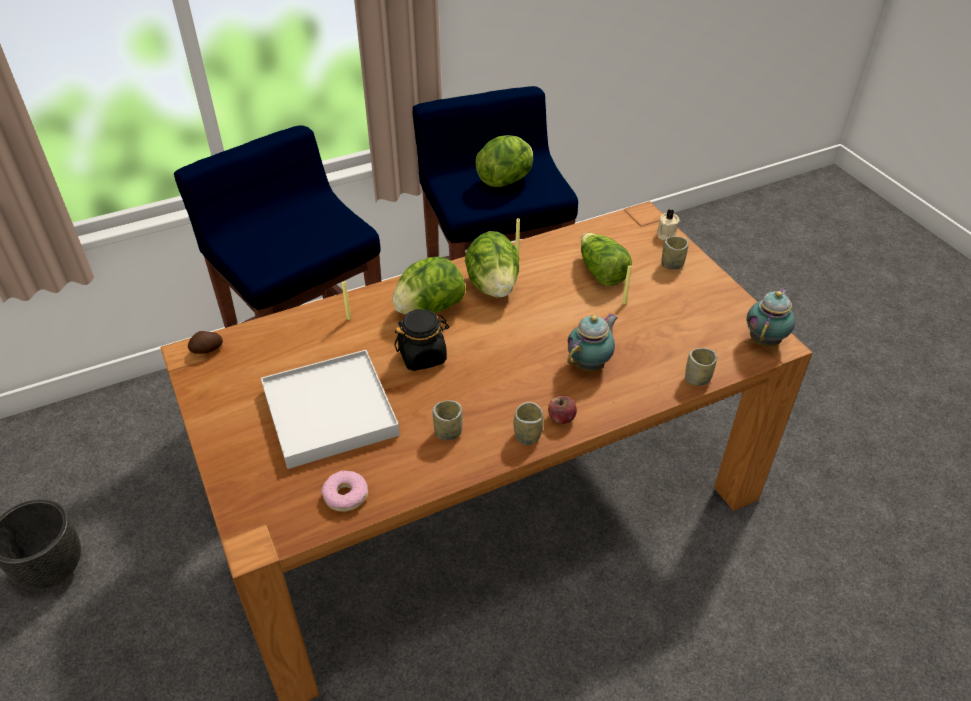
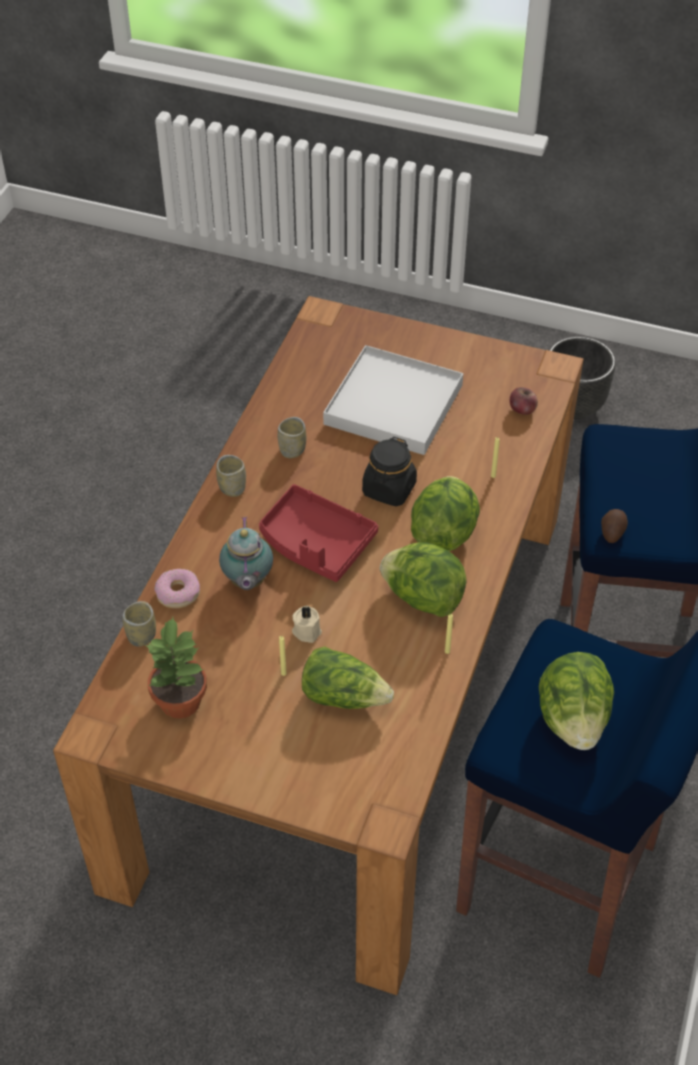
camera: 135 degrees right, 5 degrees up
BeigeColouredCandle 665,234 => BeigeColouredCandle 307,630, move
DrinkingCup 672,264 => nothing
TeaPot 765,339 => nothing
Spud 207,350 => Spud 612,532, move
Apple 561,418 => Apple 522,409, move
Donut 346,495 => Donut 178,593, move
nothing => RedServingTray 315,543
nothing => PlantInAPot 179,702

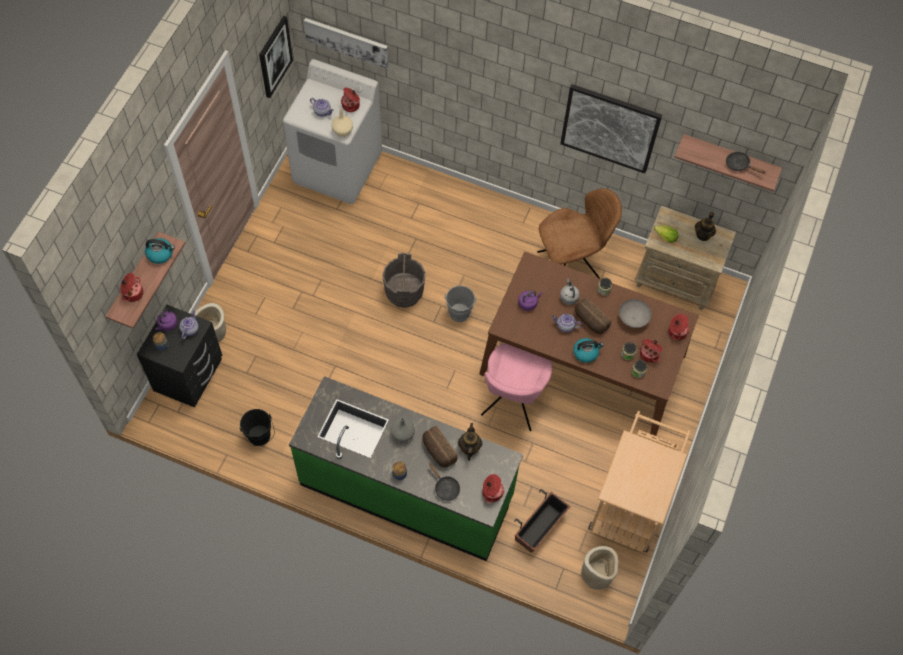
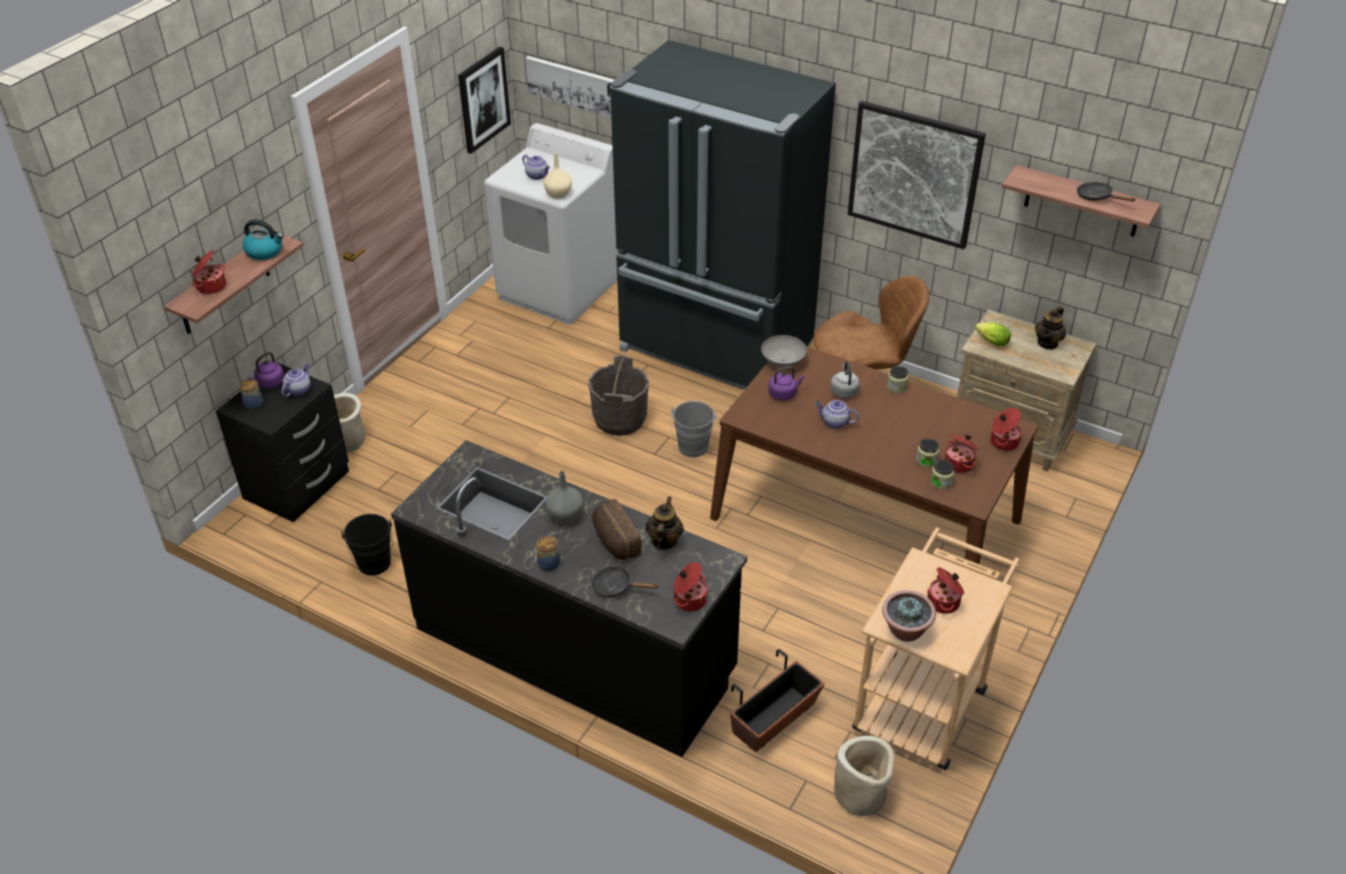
camera: 10 degrees right, 20 degrees down
CookingPot 351,105 => CookingPot 944,602, move
BakeryBread 590,321 => nothing
GreyishBowl 634,319 => GreyishBowl 783,362, move
WaterKettle 586,352 => nothing
PinkColouredPlainChair 512,403 => nothing
GreenishKitchenBaseUnit 407,490 => BlackishKitchenBaseUnit 575,650
BlackishPan 445,487 => BlackishPan 616,587, 135 degrees clockwise
nothing => BlackishKitchenFridge 715,349
nothing => PlantInAPot 905,631

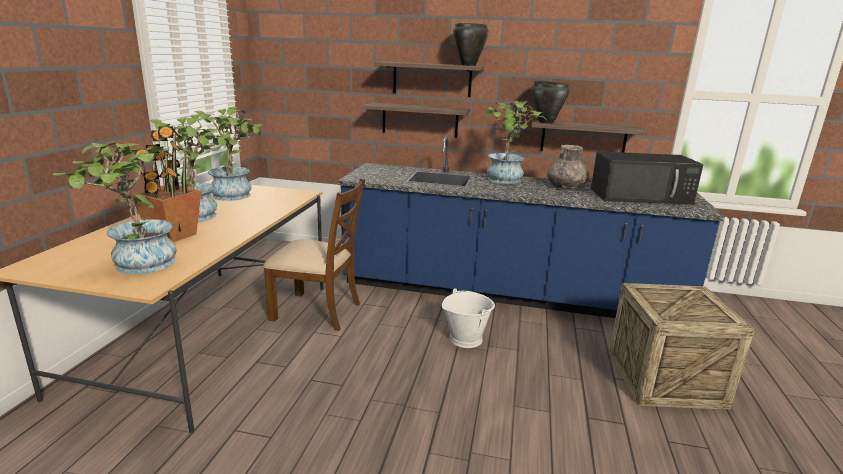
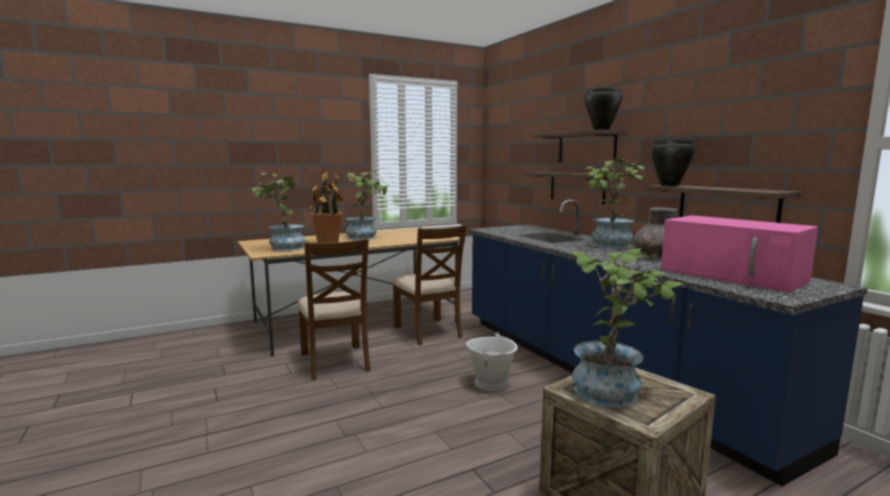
camera: 50 degrees right, 10 degrees down
PlantInAPot 236,194 => PlantInAPot 614,391, move
BlackishMicrowaveOven 641,196 => PinkColouredMicrowaveOven 734,275
nothing => BrownPlainChair 335,362

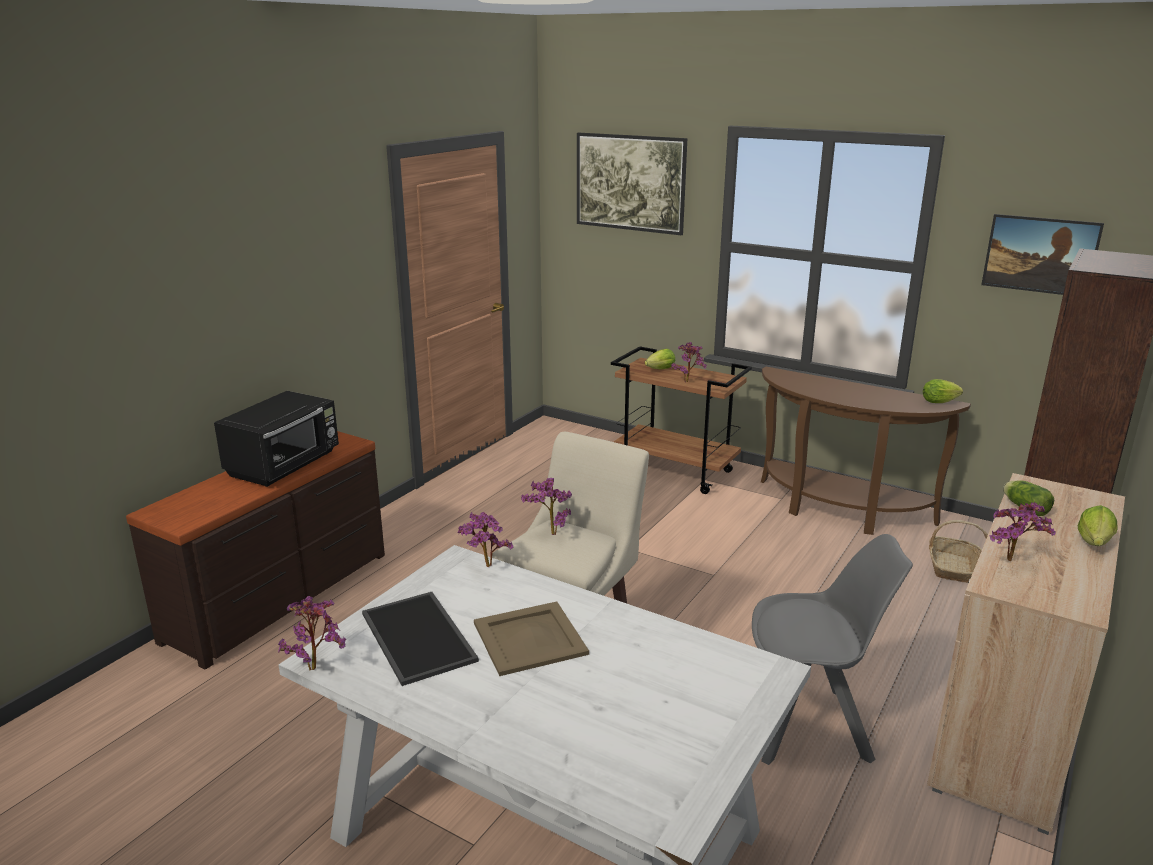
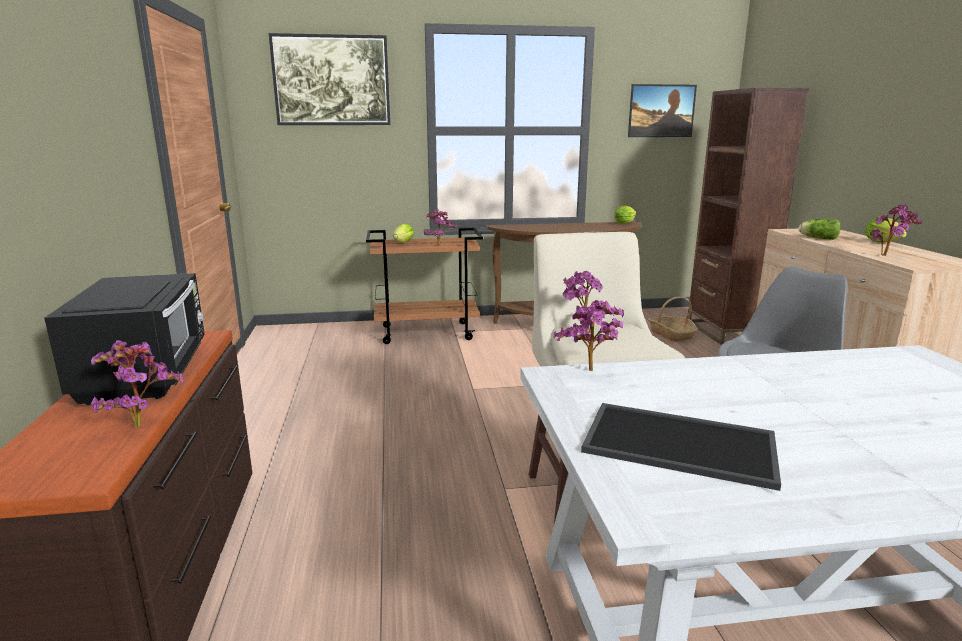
camera: 40 degrees left, 5 degrees down
PlantInAPot 317,666 => PlantInAPot 141,424, move
BeigeColouredServingTray 531,638 => nothing

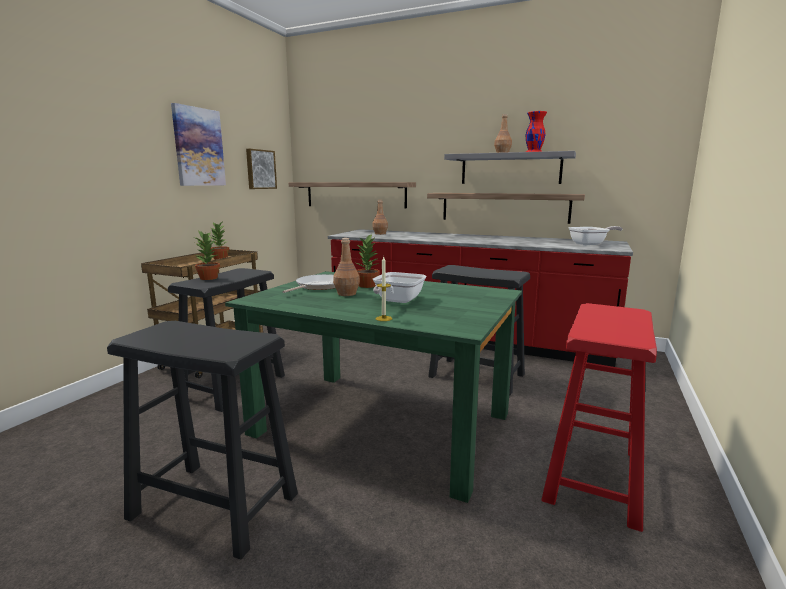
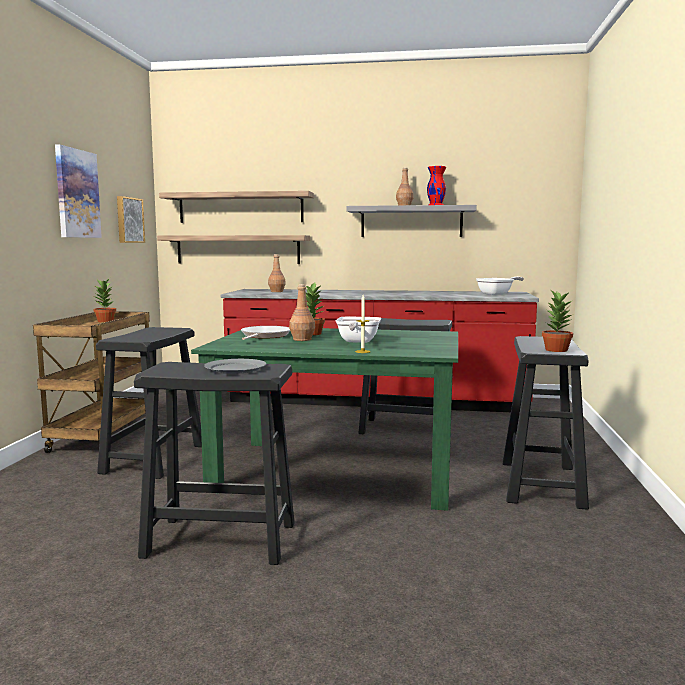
camera: 15 degrees left, 5 degrees down
Shelf 504,207 => Shelf 240,208, move
PlantInAPot 209,278 => PlantInAPot 555,350, move
RedStool 594,477 => BlackishStool 541,484
nothing => GreyishDinnerPlate 235,368

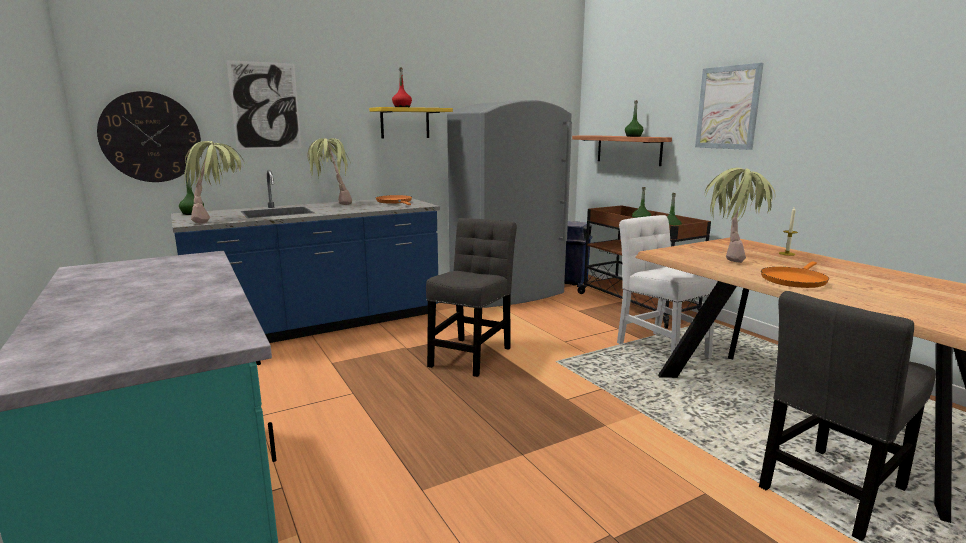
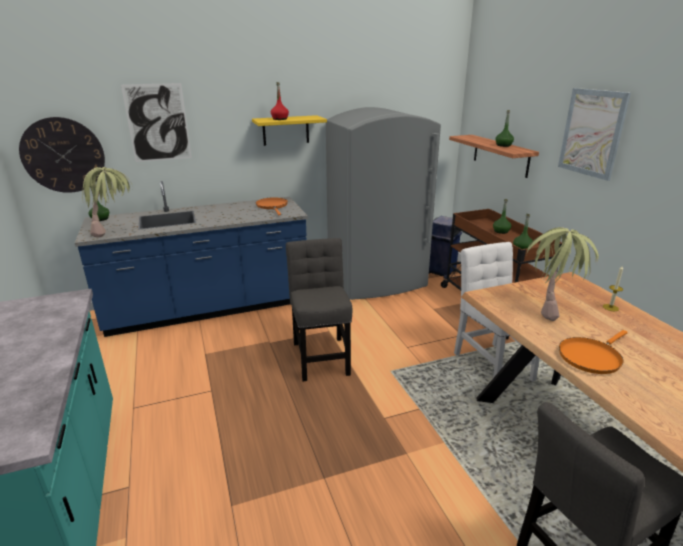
camera: 10 degrees right, 10 degrees up
PlantInAPot 331,204 => nothing
GreyishPlainChair 472,354 => GreyishPlainChair 321,355, 45 degrees counterclockwise

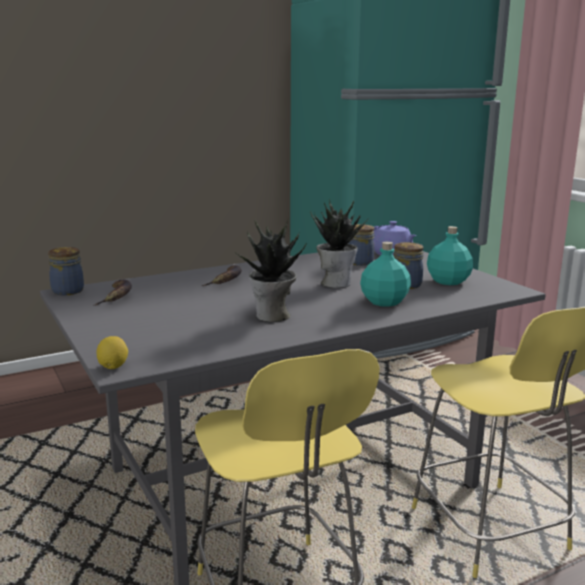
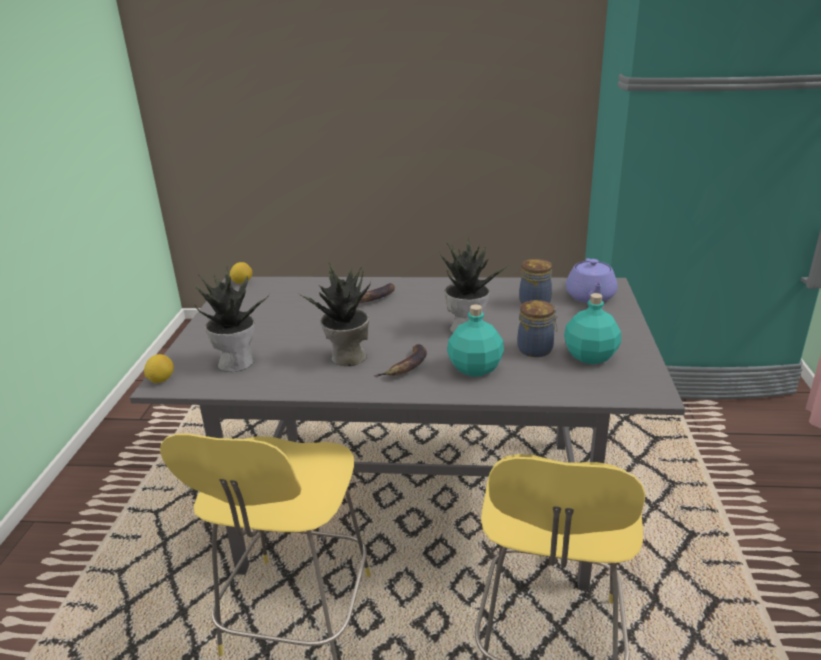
camera: 35 degrees right, 10 degrees up
PreserveJar 69,291 => WholeLemon 242,282
WholeBanana 116,296 => WholeBanana 406,366, move
nothing => PlantInAPot 237,362

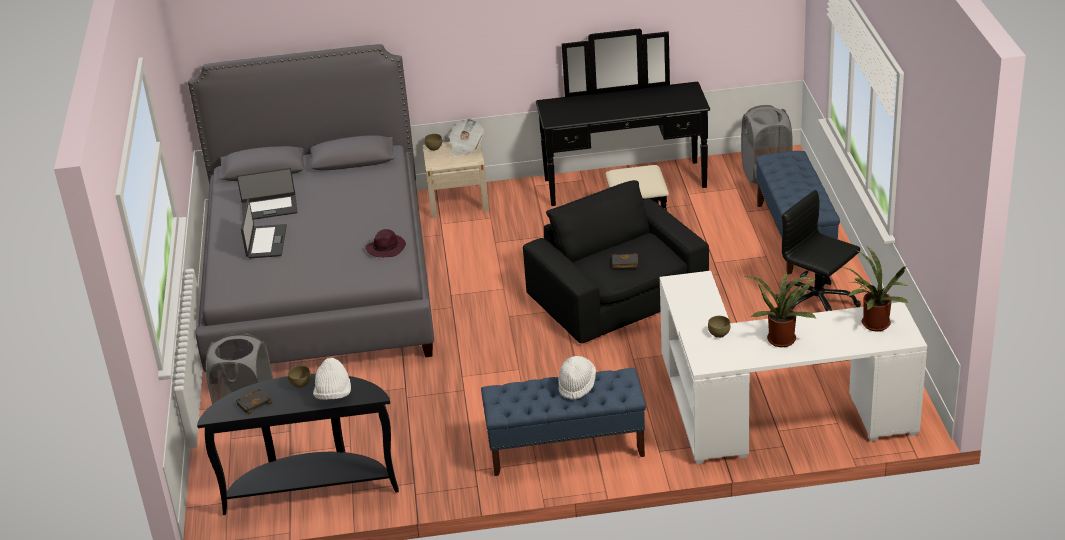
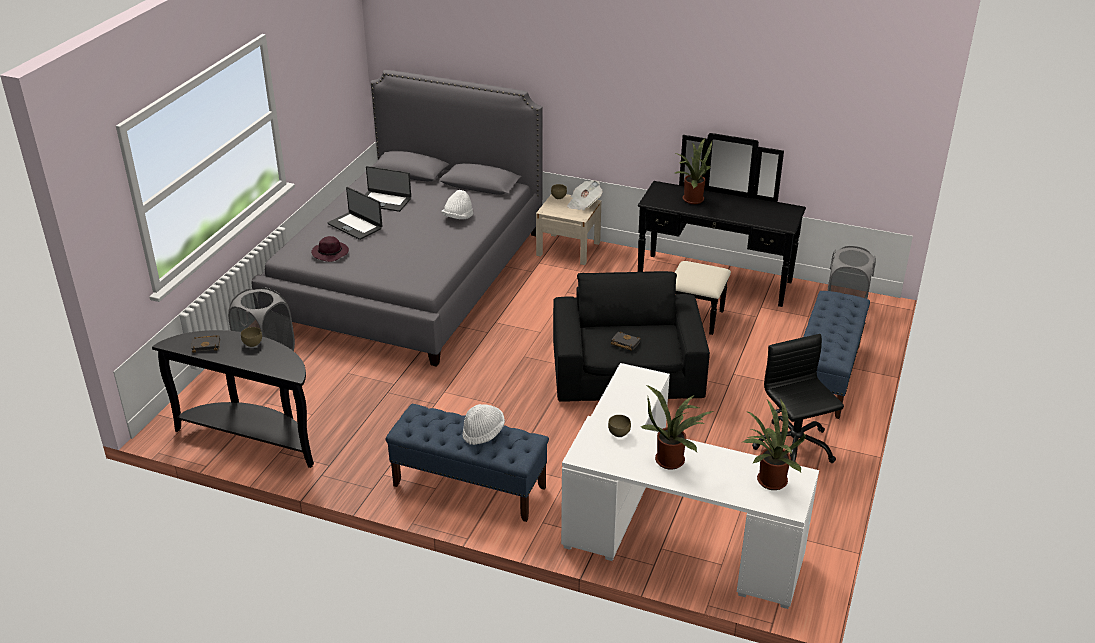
camera: 25 degrees right, 0 degrees up
NotebookComputer 266,242 => NotebookComputer 355,226, 105 degrees clockwise
PurpleHat 386,248 => PurpleHat 331,253, move
WhiteHat 333,395 => WhiteHat 458,218, move
nothing => PlantInAPot 691,199

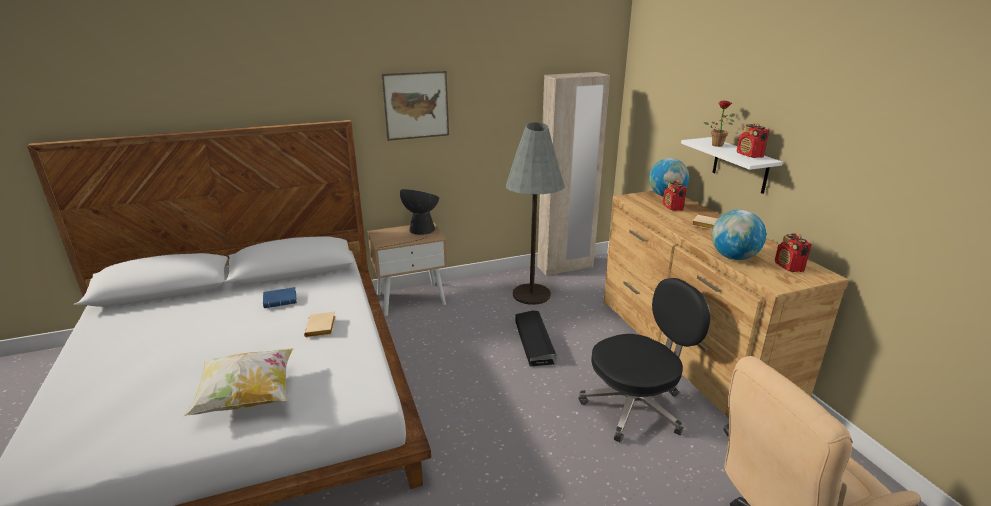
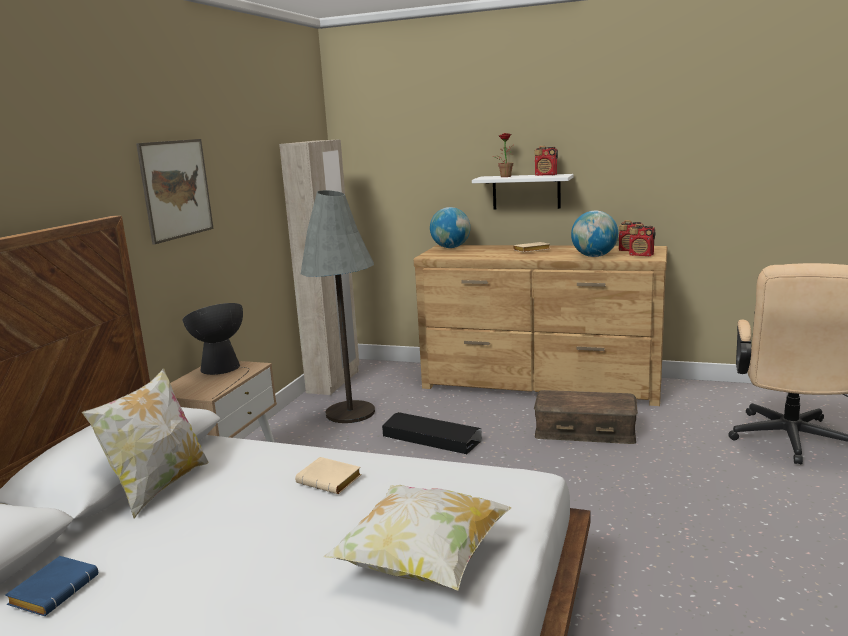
camera: 50 degrees left, 10 degrees down
RadioReceiver 672,208 => RadioReceiver 641,255, move
BlackishDeskChair 635,407 => BrownStorageBin 585,430
BlueColouredVolume 281,300 => BlueColouredVolume 54,590, move
nothing => Cushion 158,487

